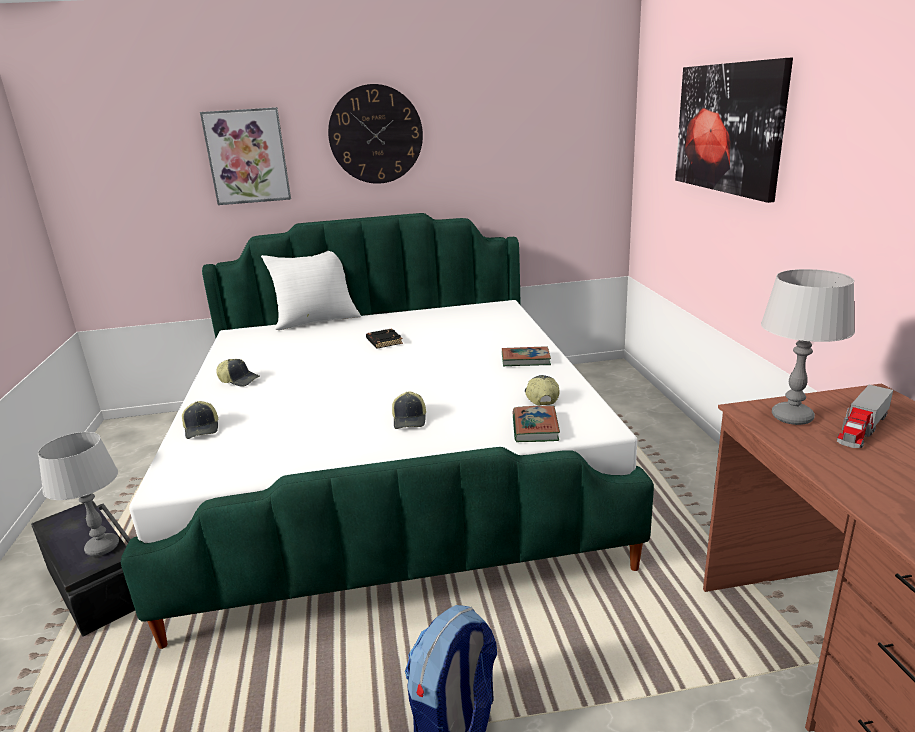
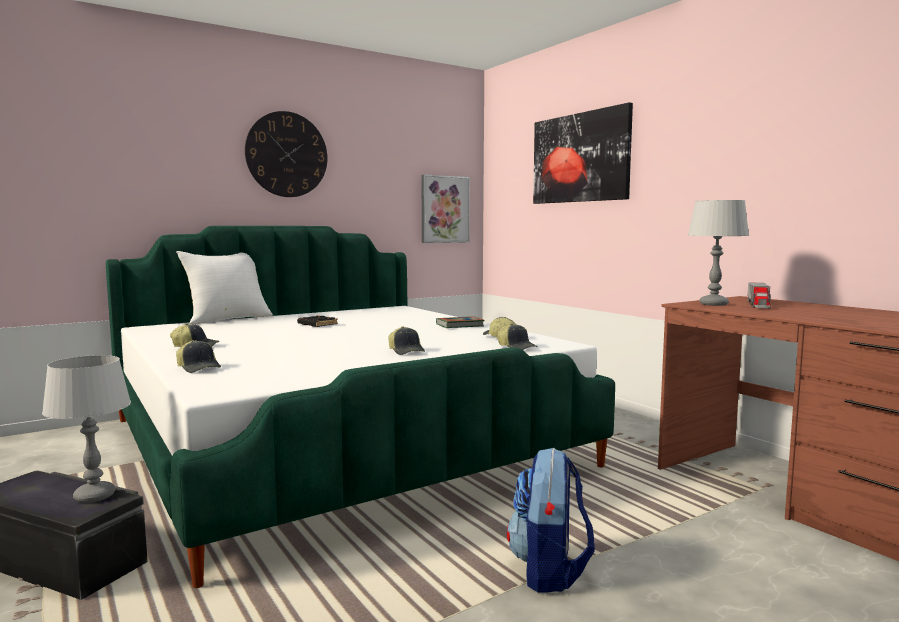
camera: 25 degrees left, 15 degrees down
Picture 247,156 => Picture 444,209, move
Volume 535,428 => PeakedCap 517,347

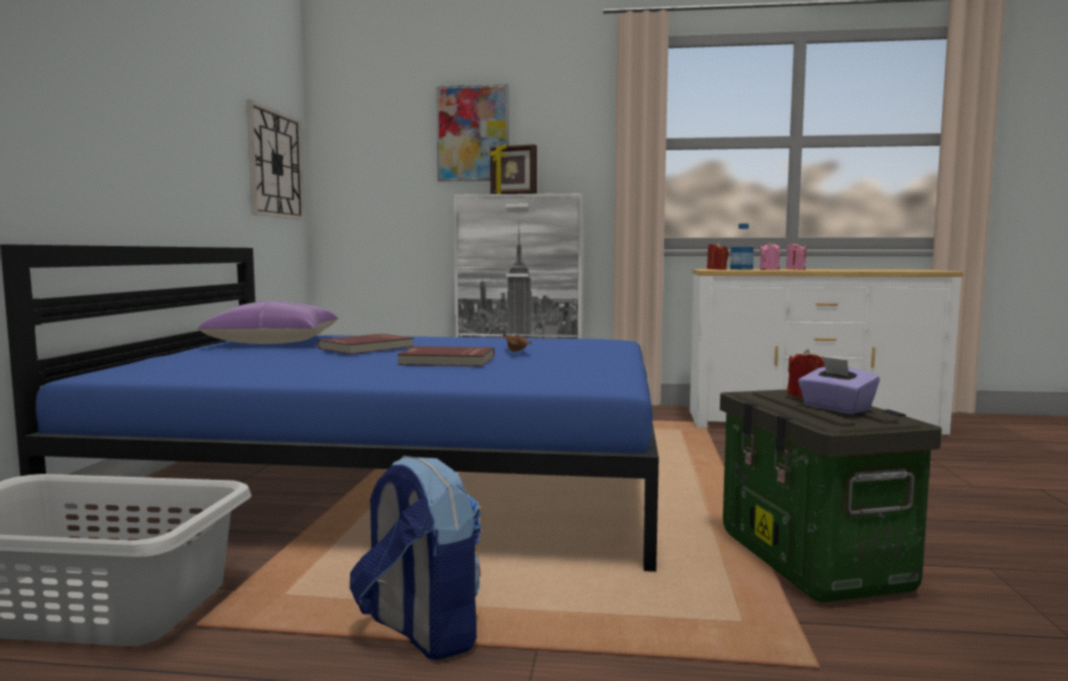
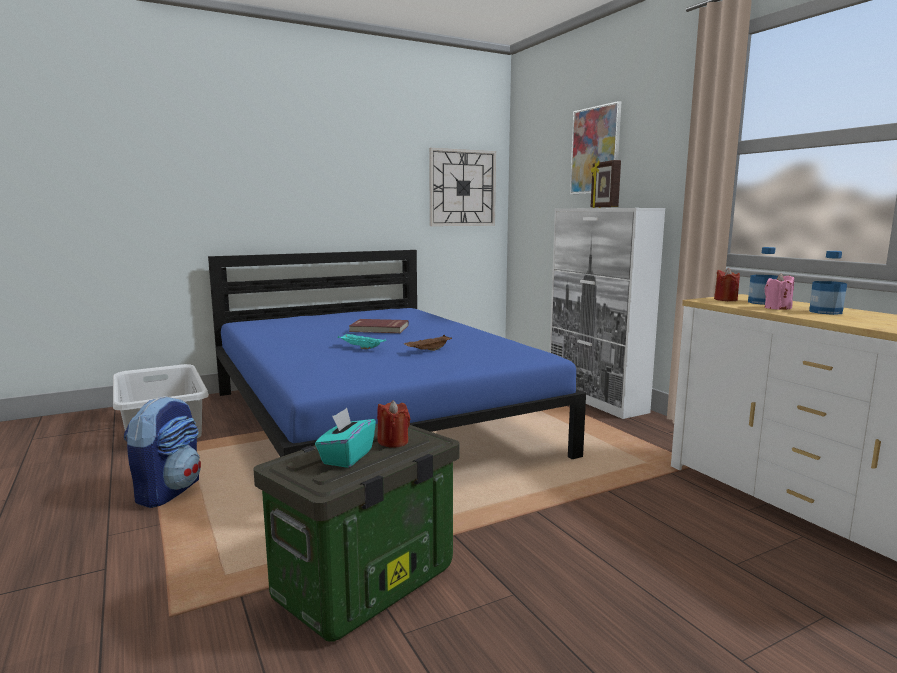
camera: 55 degrees right, 5 degrees up
PinkColouredCandle 795,269 => DrinkBottle 825,312
PurpleCushion 273,342 => nothing
RedVolume 447,361 => TurquoiseColouredServingTray 360,348
PurpleTissueHolder 836,408 => TurquoiseColouredTissueHolder 346,457

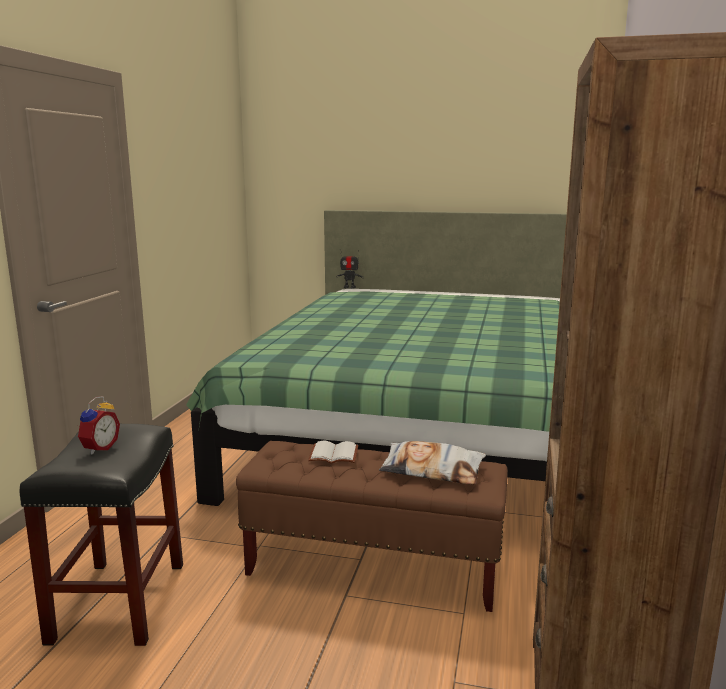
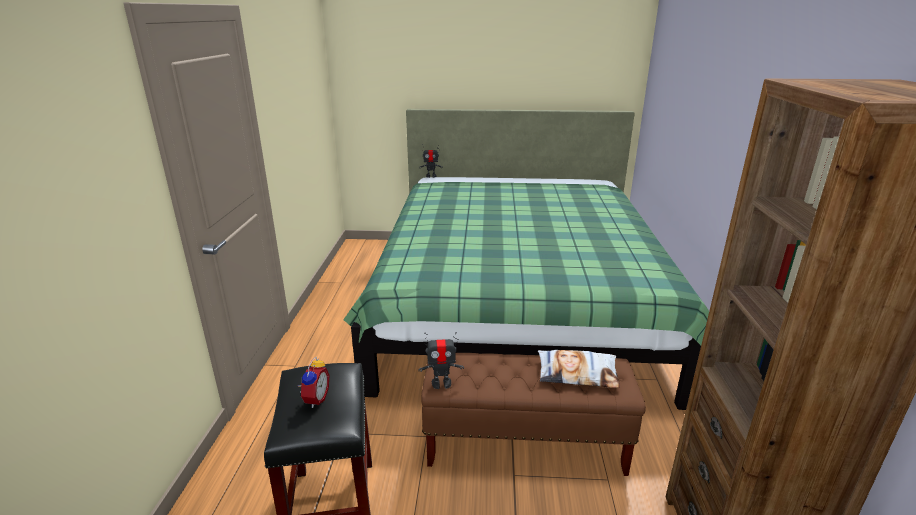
camera: 10 degrees left, 10 degrees up
WhiteVolume 334,454 => nothing
nothing => ToyRobot 441,383

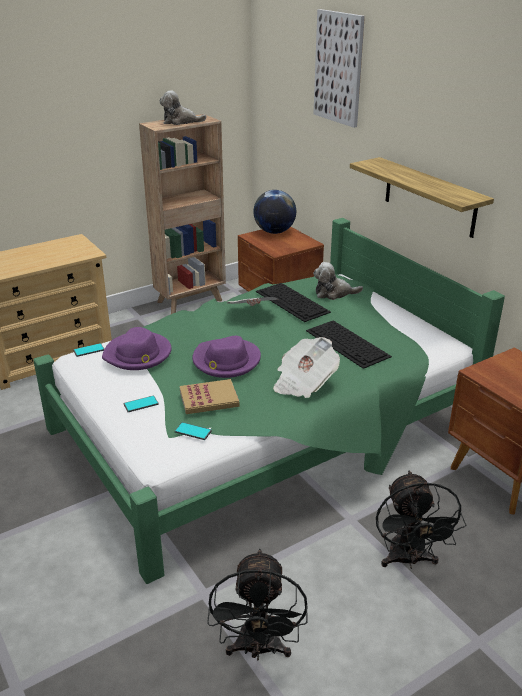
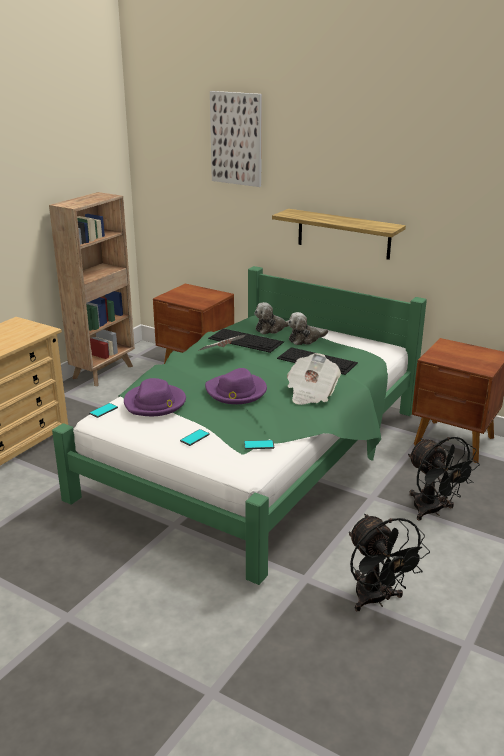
camera: 25 degrees left, 5 degrees down
CuddlyToy 180,122 => CuddlyToy 305,339, move
WorldGlobe 274,232 => nothing
Volume 209,399 => nothing

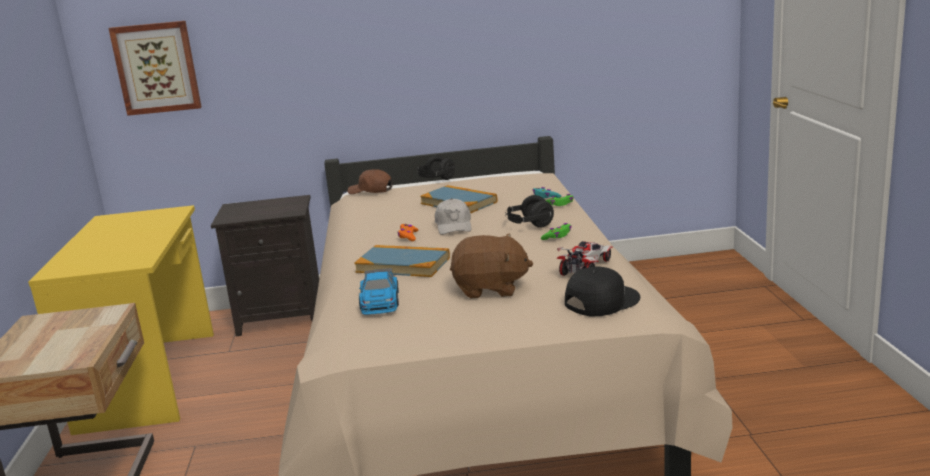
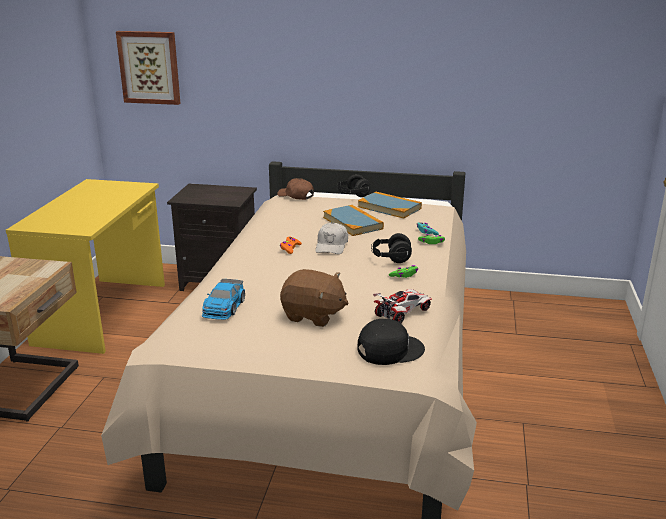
camera: 15 degrees right, 5 degrees up
Volume 403,265 => Volume 389,207, move

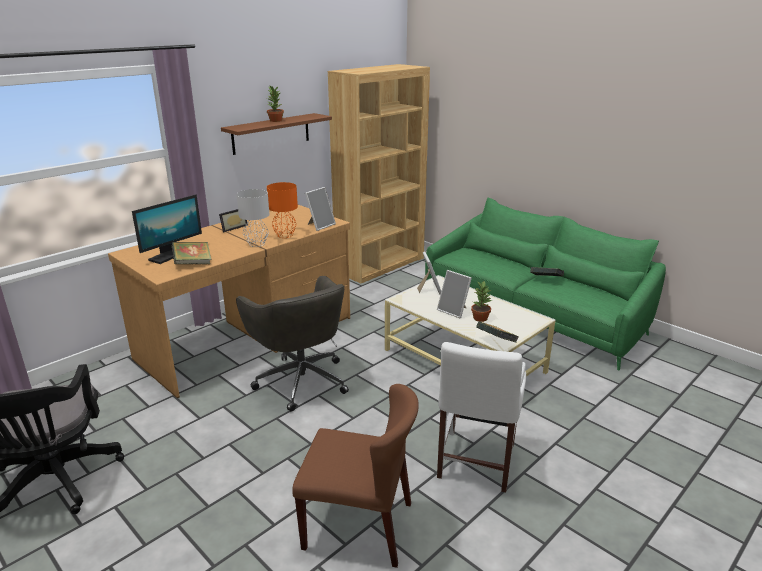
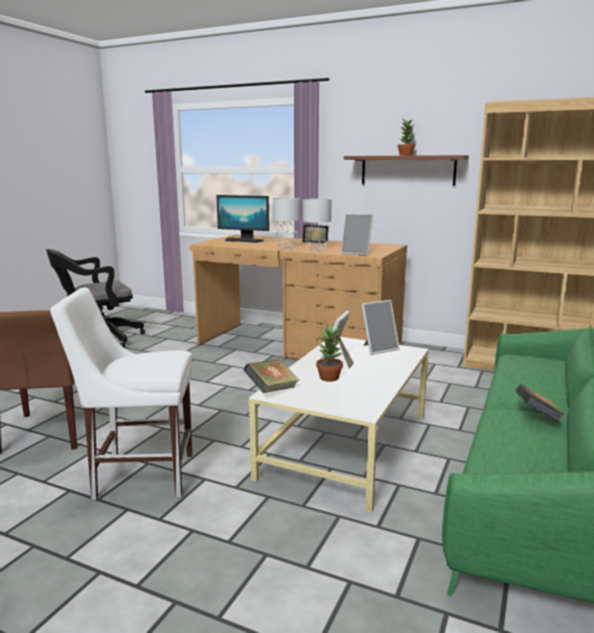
camera: 70 degrees right, 10 degrees down
OrangeLampForATable 284,235 => GreyishLampForATable 316,250
Volume 193,263 => nothing
GreyishDeskChair 301,379 => nothing

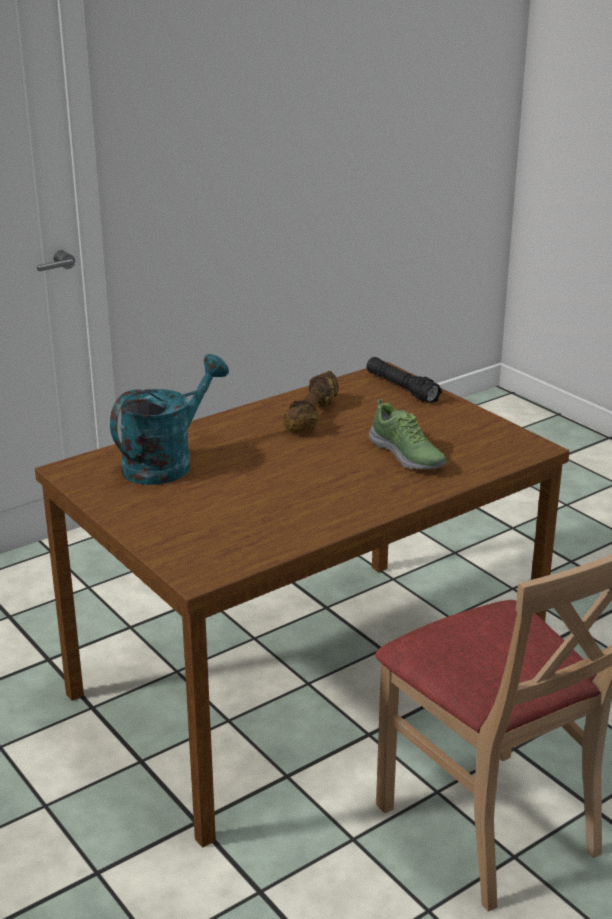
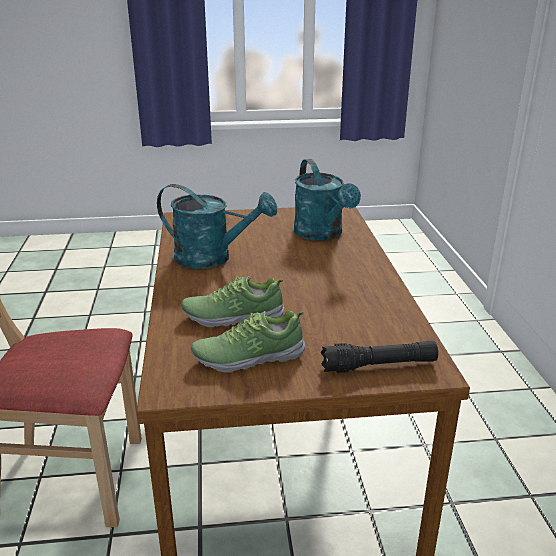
camera: 120 degrees right, 0 degrees up
BrownFreeWeight 313,417 => nothing
nothing => TurquoiseColouredSprinklingCan 213,258
nothing => Shoe 248,356

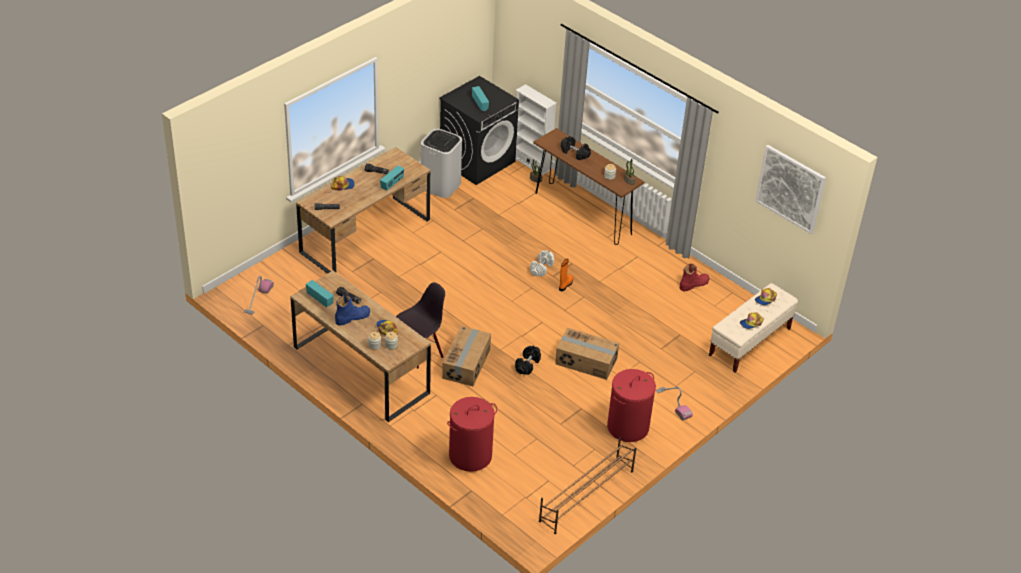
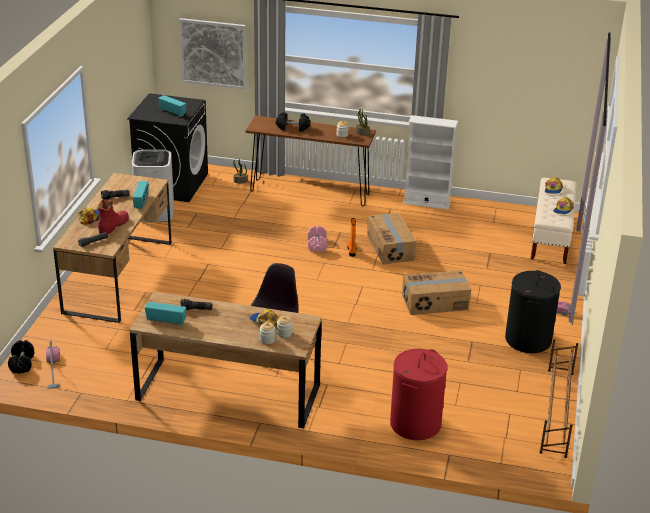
camera: 30 degrees left, 10 degrees down
WhiteShelvingUnit 531,163 => WhiteShelvingUnit 426,202, move
Picture 790,188 => Picture 213,53, move
WhiteFreeWeight 541,268 => PinkColouredFreeWeight 317,245
RedHighTopBoot 693,284 => RedHighTopBoot 113,226, move
BlueColouredHighTopBoot 352,317 => nothing
CardboardBox 467,364 => CardboardBox 390,247, move
BlackishFreeWeight 527,365 => BlackishFreeWeight 22,363, move
RedWashingBasket 628,427 => BlackishWashingBasket 528,340

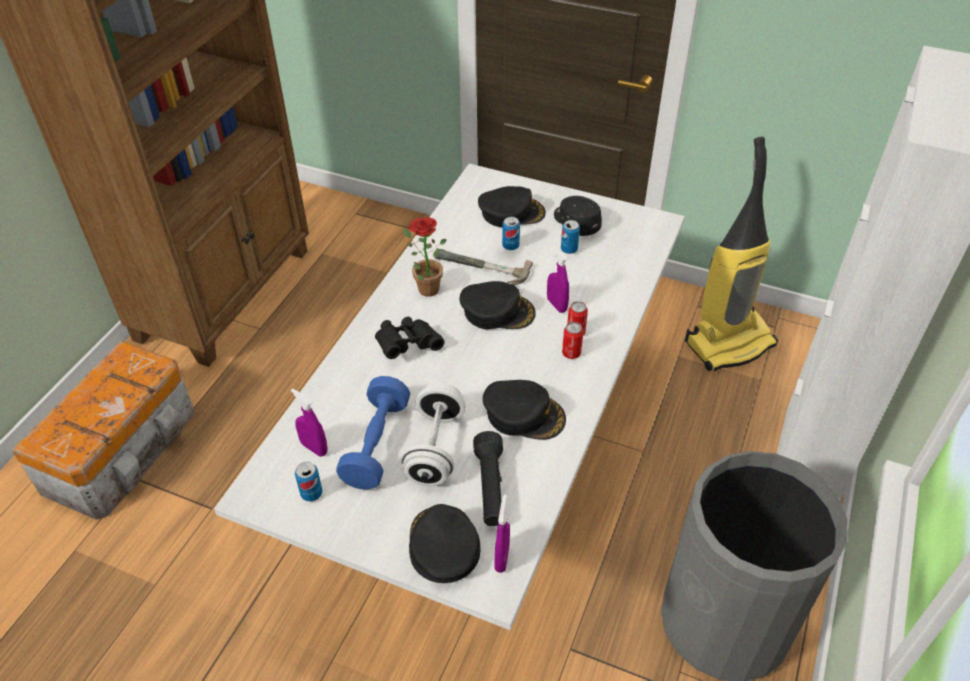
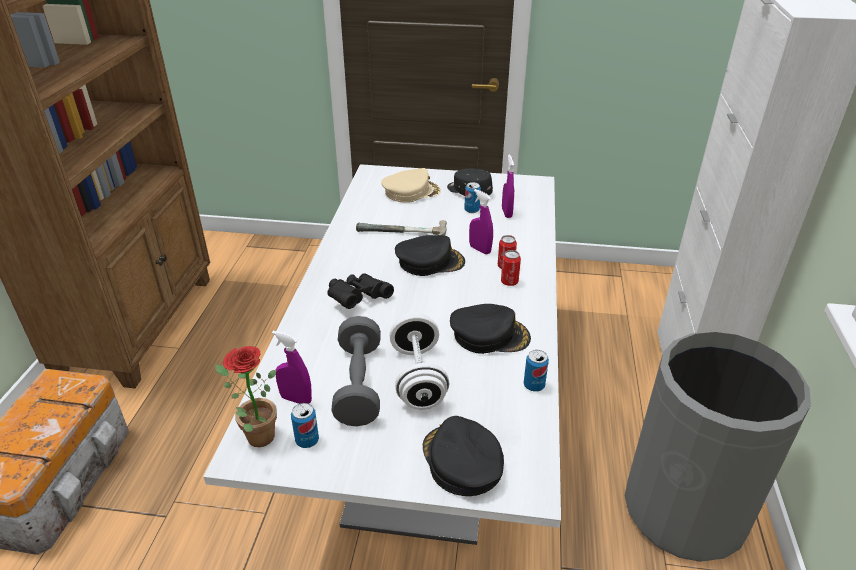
camera: 15 degrees left, 10 degrees down
Vacuum 729,342 => nothing
BlackishPeakedCap 511,212 => BeigeColouredPeakedCap 411,191
PlantInAPot 424,288 => PlantInAPot 255,435, move
SealedCan 510,246 => SealedCan 534,385, move
BlueColouredFreeWeight 376,444 => GreyishFreeWeight 359,384
BlackishTorch 490,487 => nothing
PurpleHandSprayer 502,558 => PurpleHandSprayer 506,213, move

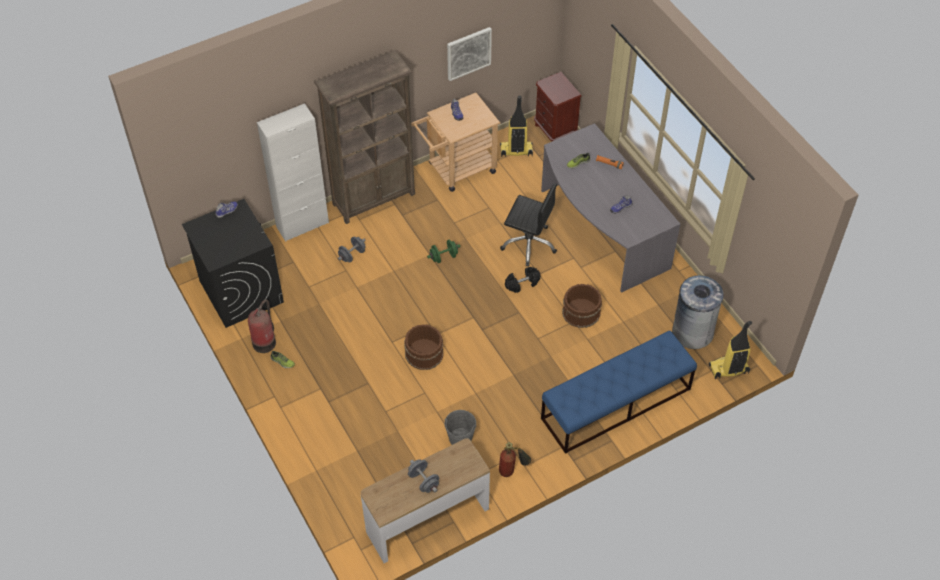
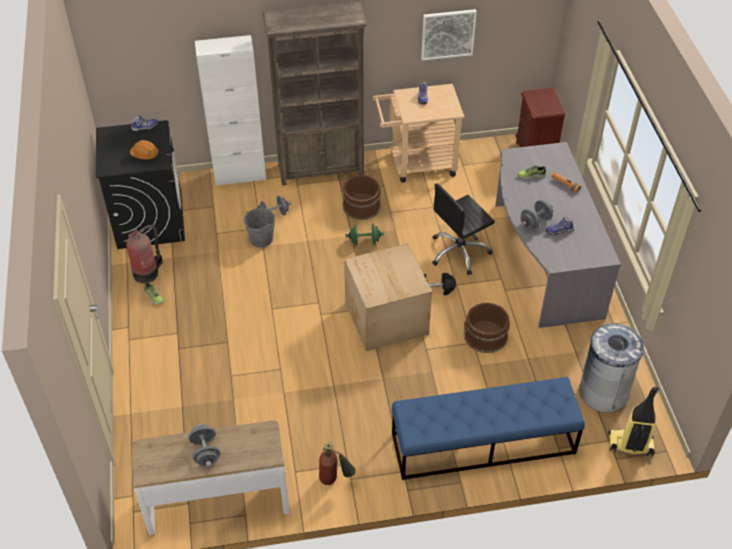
camera: 20 degrees right, 5 degrees down
Vacuum 516,151 => nothing
BlackishDeskChair 529,244 => BlackishDeskChair 459,252, 105 degrees clockwise
BrownBucket 423,353 => BrownBucket 361,206, move
GreyishBucket 460,438 => GreyishBucket 261,239, move
nothing => OrangeSafetyHelmet 145,154
nothing => GreyishFreeWeight 535,222
nothing => CardboardBox 385,319

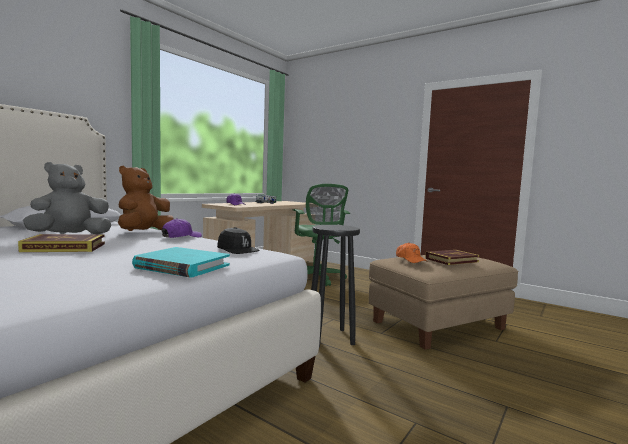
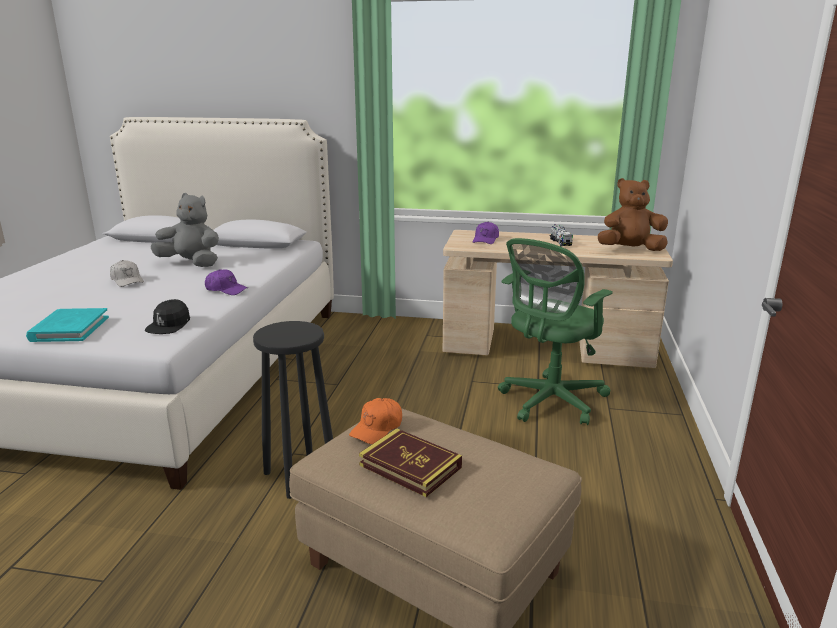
camera: 65 degrees right, 15 degrees up
BrownCuddlyToy 144,232 => BrownCuddlyToy 630,250, move
Volume 64,247 => WhitePeakedCap 127,280

